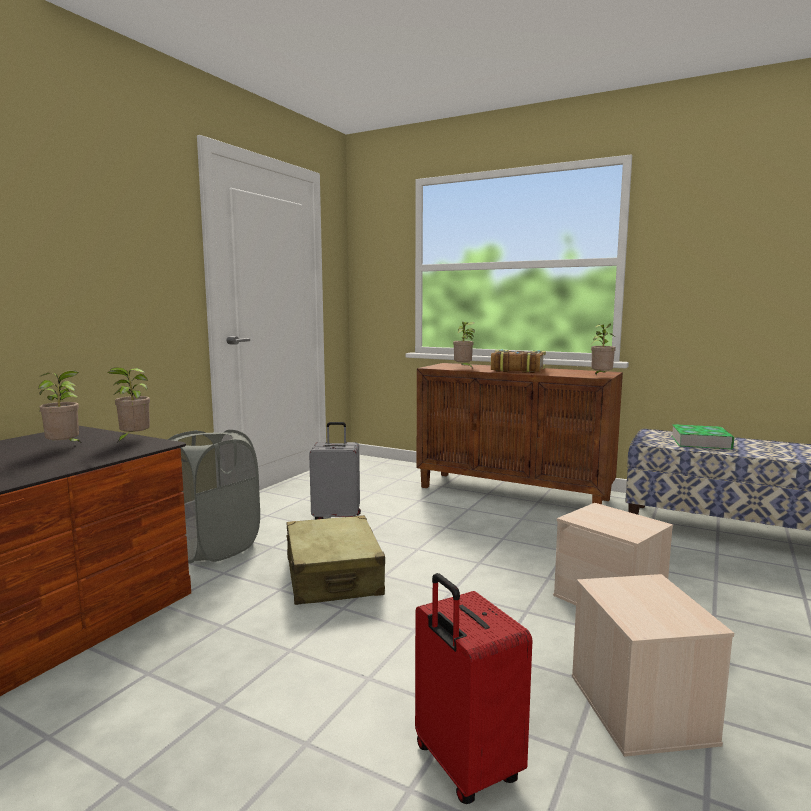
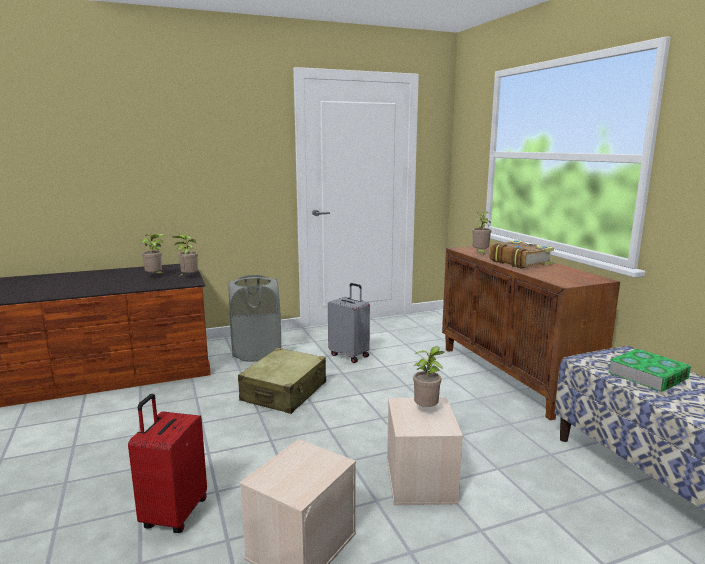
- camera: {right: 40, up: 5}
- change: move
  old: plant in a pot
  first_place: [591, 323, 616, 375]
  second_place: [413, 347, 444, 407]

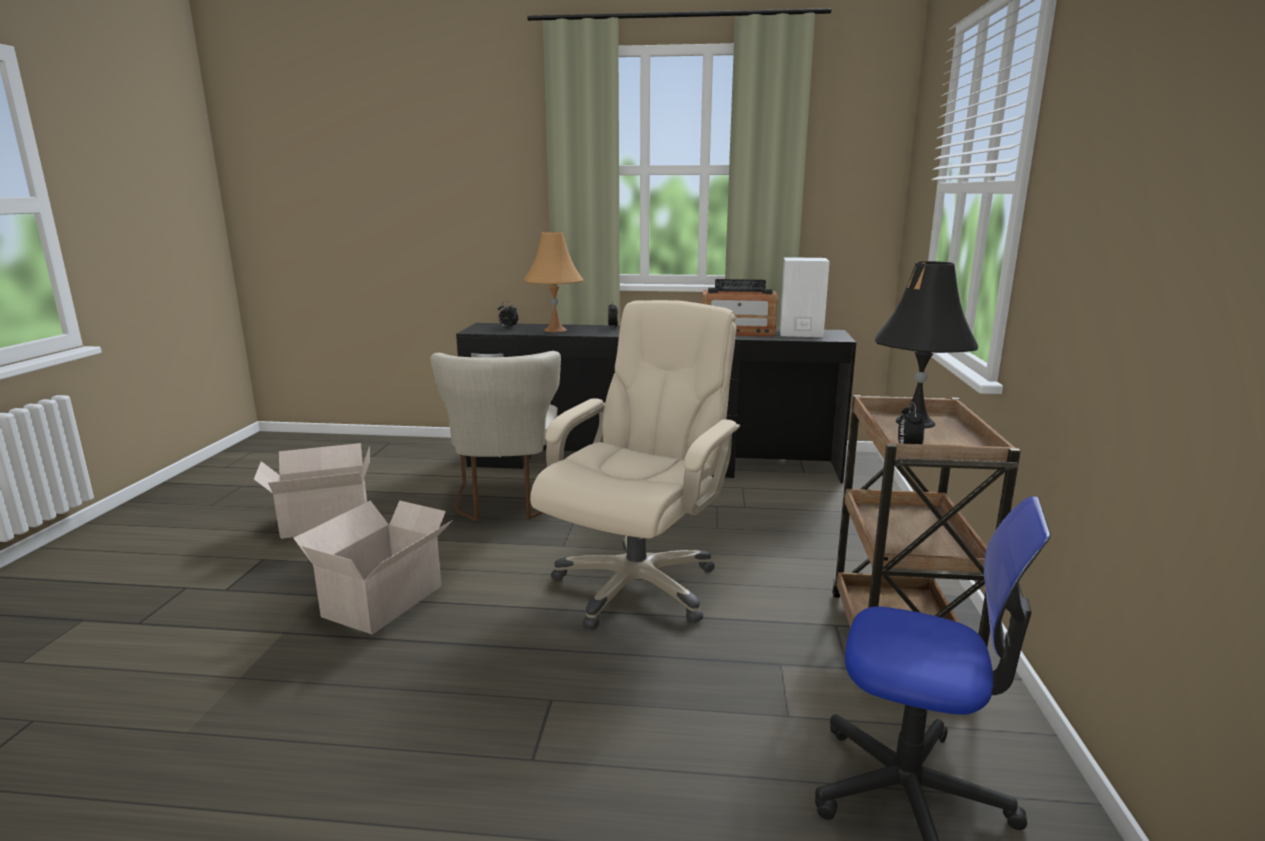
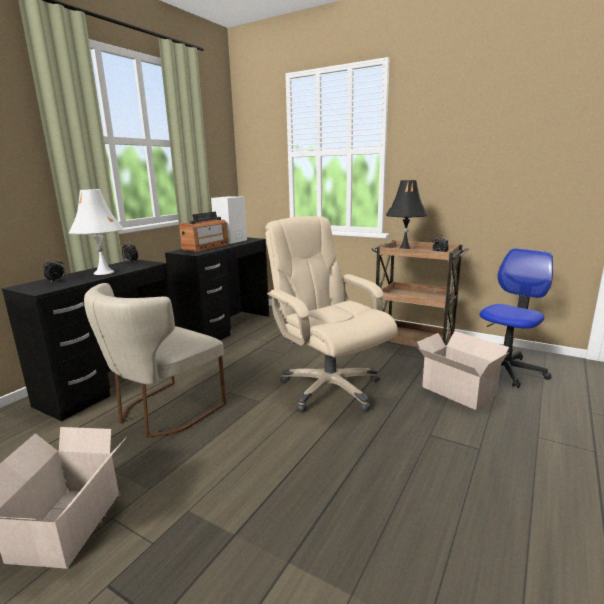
- camera: {right: -65, up: 0}
- change: move
  old: cardboard box
  first_place: [293, 500, 453, 635]
  second_place: [417, 331, 509, 410]
- change: rotate
  old: upright chair/sand-coloured
  first_place: [430, 351, 561, 522]
  second_place: [84, 283, 226, 438]
  degrees: 105
- change: recolor
  old: table lamp/orange
  new: table lamp/whitish
  first_place: [524, 232, 584, 332]
  second_place: [69, 189, 123, 275]

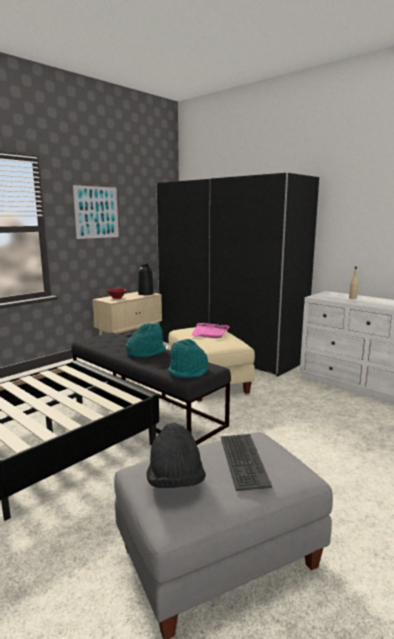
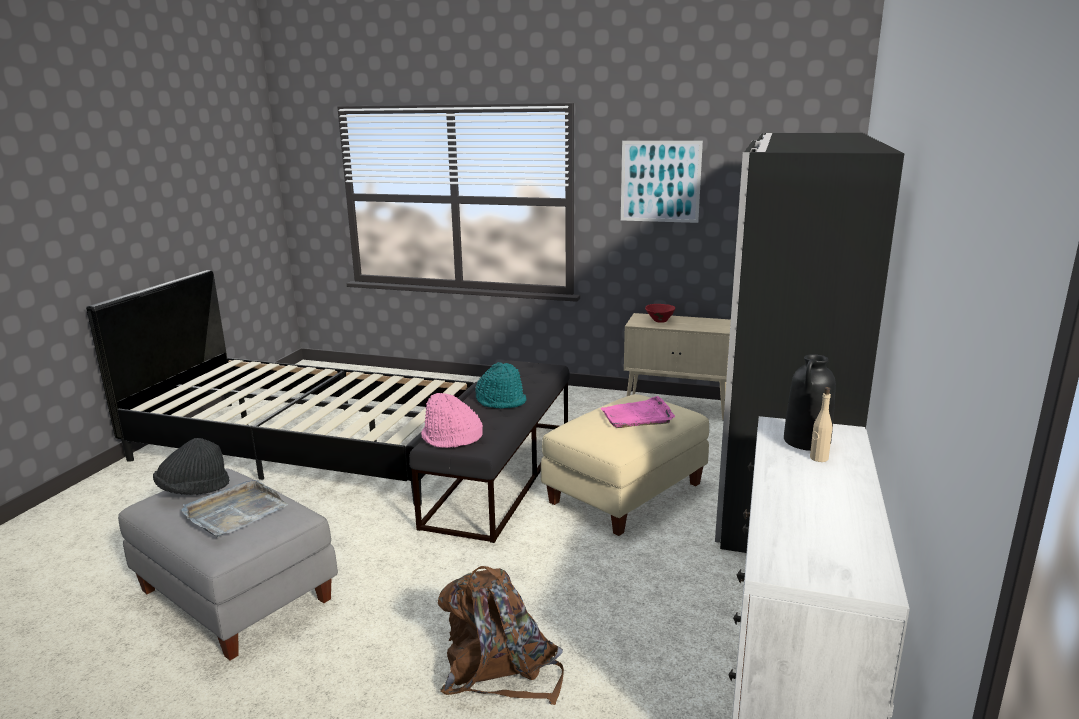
- camera: {right: 65, up: 5}
- change: move
  old: flower vase/black
  first_place: [138, 263, 153, 295]
  second_place: [784, 354, 836, 451]
- change: recolor
  old: hat/blue-green
  new: hat/pink
  first_place: [168, 339, 209, 378]
  second_place: [421, 393, 483, 448]
- change: replace
  old: computer keyboard
  new: carrying tray/greyish
  first_place: [221, 434, 272, 491]
  second_place: [181, 480, 288, 537]
- change: insert
  new: rucksack/brownish
  second_place: [438, 566, 564, 705]

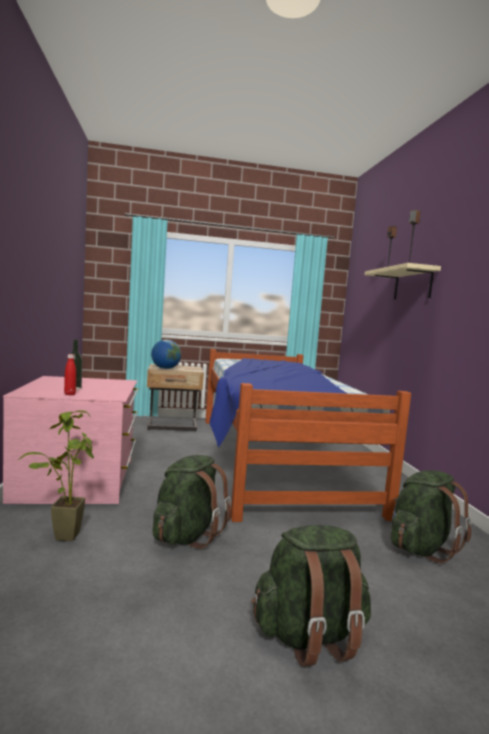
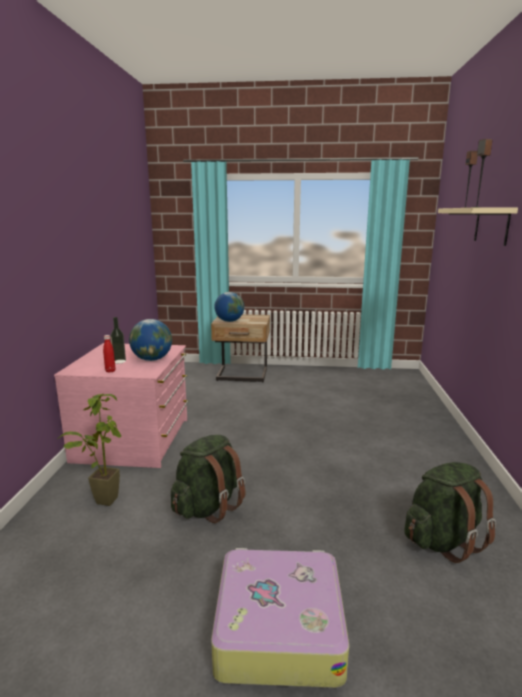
- camera: {right: 15, up: 10}
- change: delete
  old: sleeping bed
  first_place: [205, 349, 411, 522]
- change: replace
  old: rucksack/greenish
  new: travel case
  first_place: [251, 525, 371, 666]
  second_place: [211, 548, 349, 688]
- change: insert
  new: globe
  second_place: [129, 319, 172, 361]

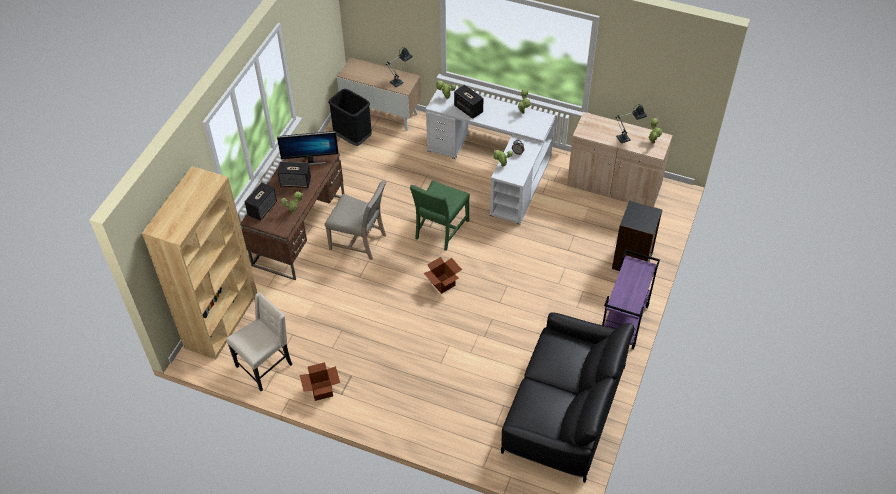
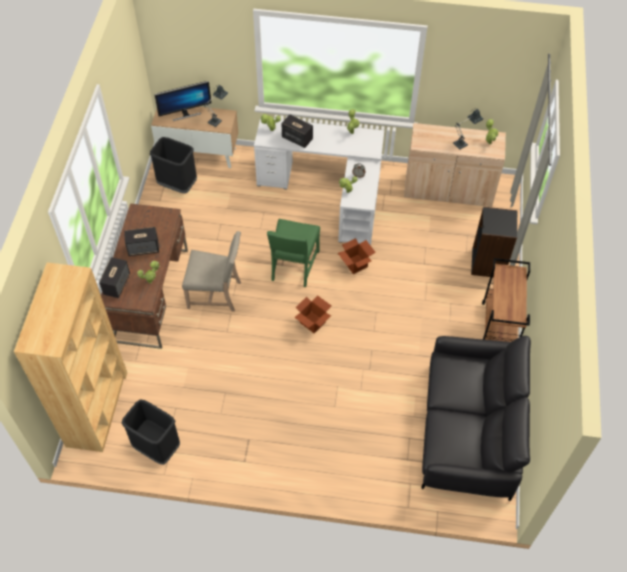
- camera: {right: -15, up: 5}
- change: replace
  old: upright chair/sand-coloured
  new: waste bin/black
  first_place: [226, 292, 292, 391]
  second_place: [122, 400, 180, 465]
- change: move
  old: computer display
  first_place: [277, 131, 339, 165]
  second_place: [154, 81, 211, 121]
- change: move
  old: cardboard box
  first_place: [300, 362, 340, 401]
  second_place: [338, 238, 376, 274]
- change: recolor
  old: trolley/purplish
  new: trolley/brownish
  first_place: [602, 249, 660, 349]
  second_place: [482, 258, 530, 342]

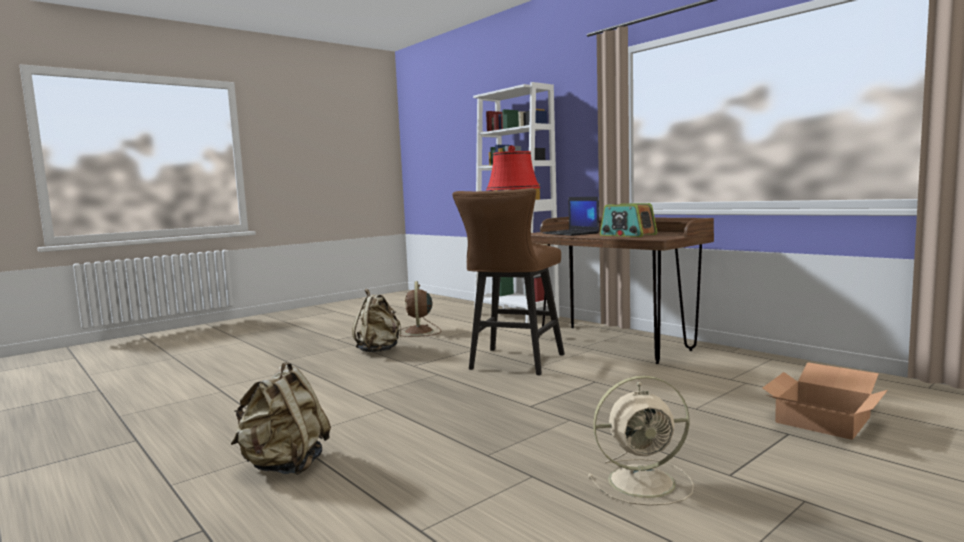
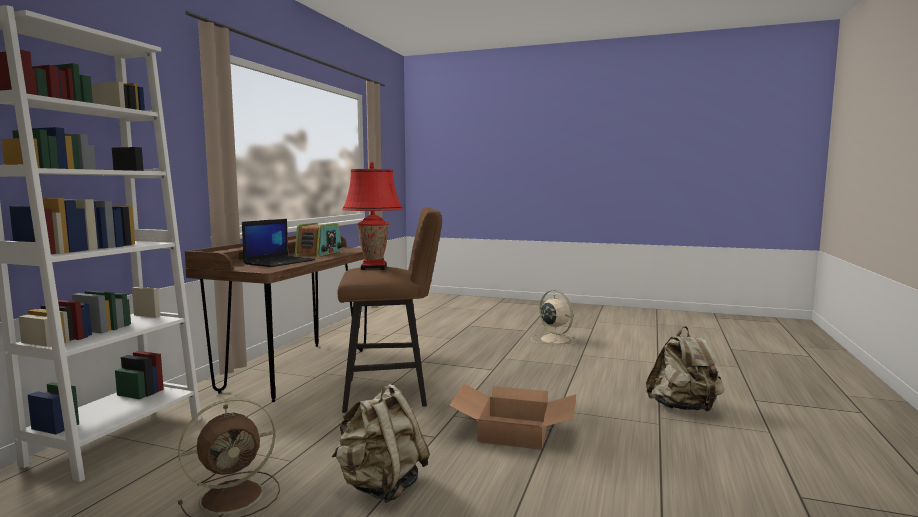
- camera: {right: -120, up: 0}
- change: move
  old: cardboard box
  first_place: [763, 362, 888, 440]
  second_place: [449, 384, 576, 450]

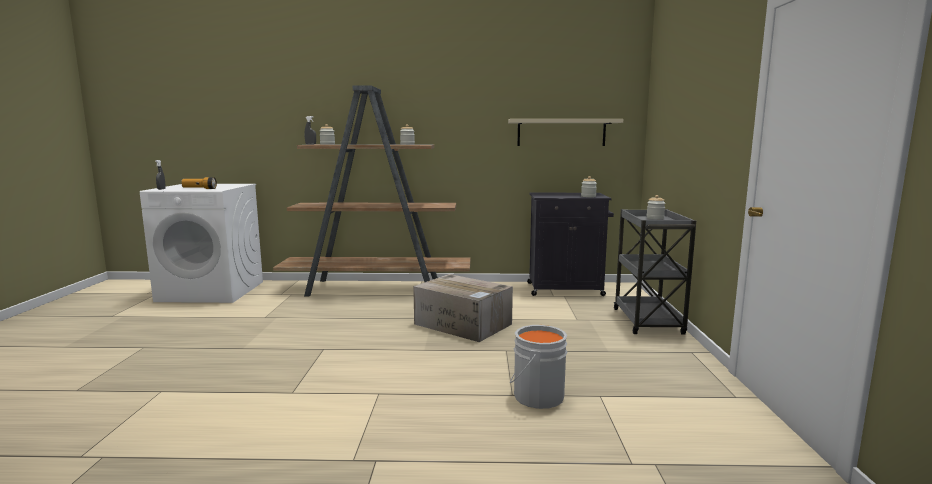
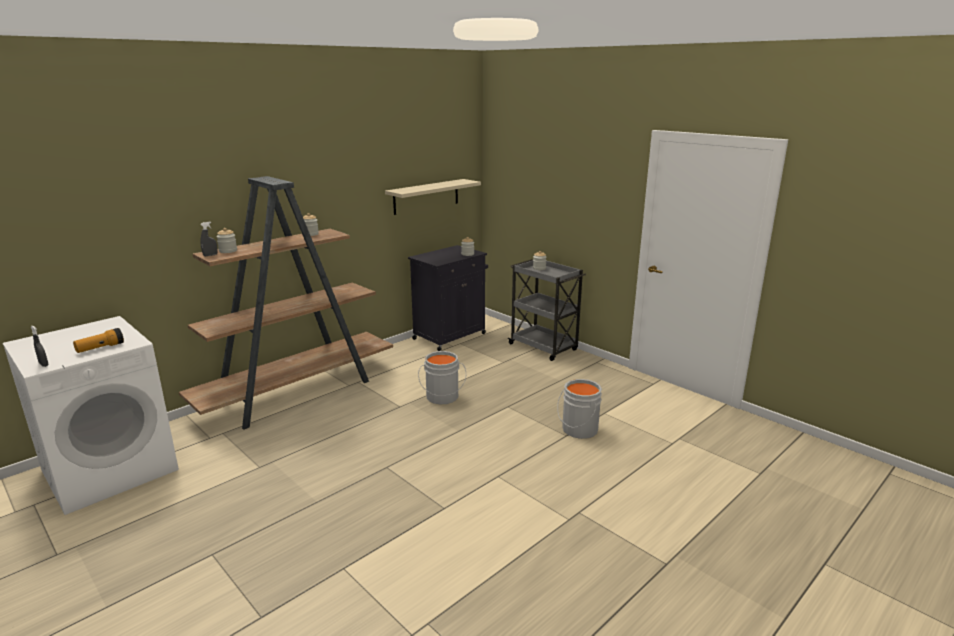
- camera: {right: -45, up: 10}
- change: replace
  old: cardboard box
  new: water bucket/greyish
  first_place: [413, 274, 513, 342]
  second_place: [418, 351, 466, 405]

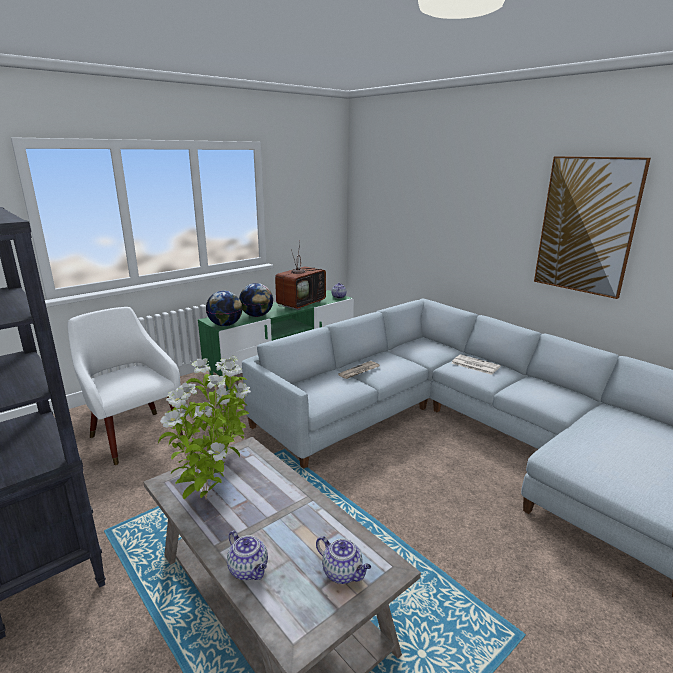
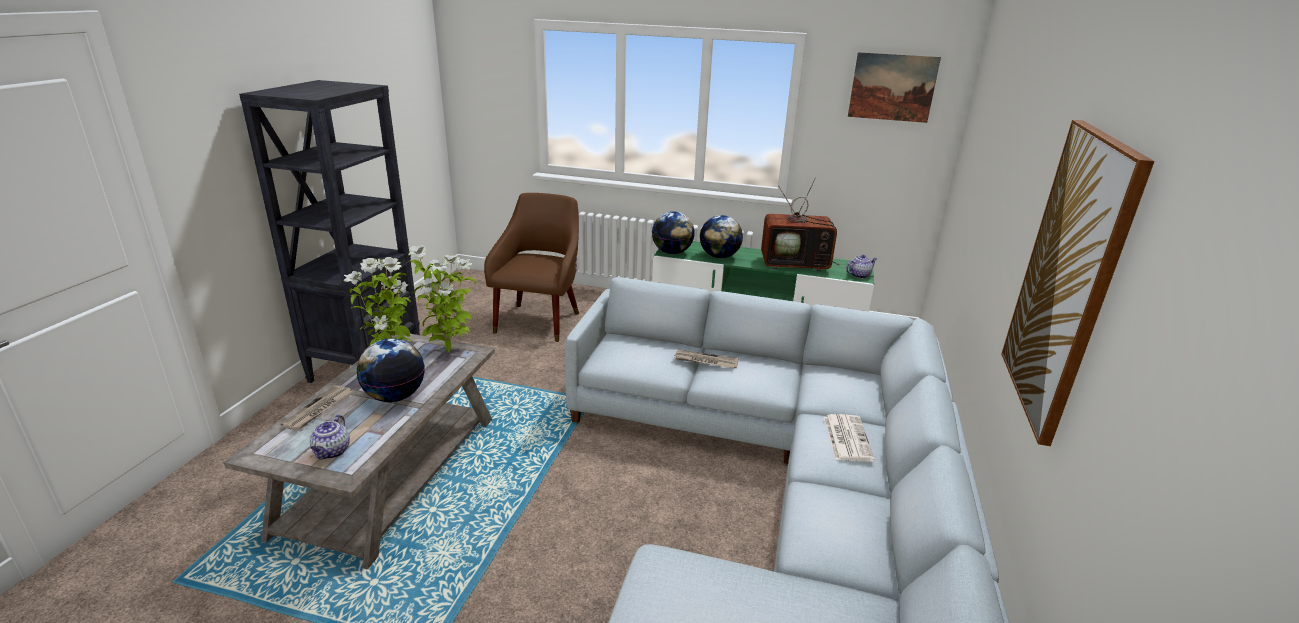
- camera: {right: 55, up: 5}
- change: recolor
  old: easy chair/whitish
  new: easy chair/brownish
  first_place: [68, 307, 183, 465]
  second_place: [484, 193, 579, 342]
- change: replace
  old: teapot
  new: daily paper
  first_place: [227, 530, 268, 580]
  second_place: [281, 385, 353, 431]
- change: insert
  new: globe
  second_place: [357, 338, 425, 402]
- change: insert
  new: picture
  second_place: [848, 52, 941, 123]

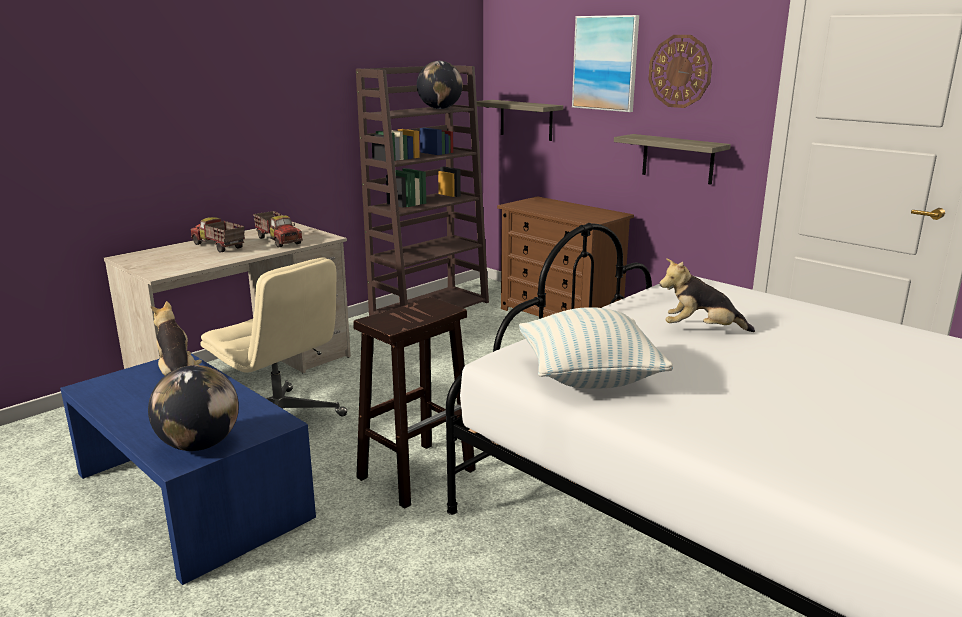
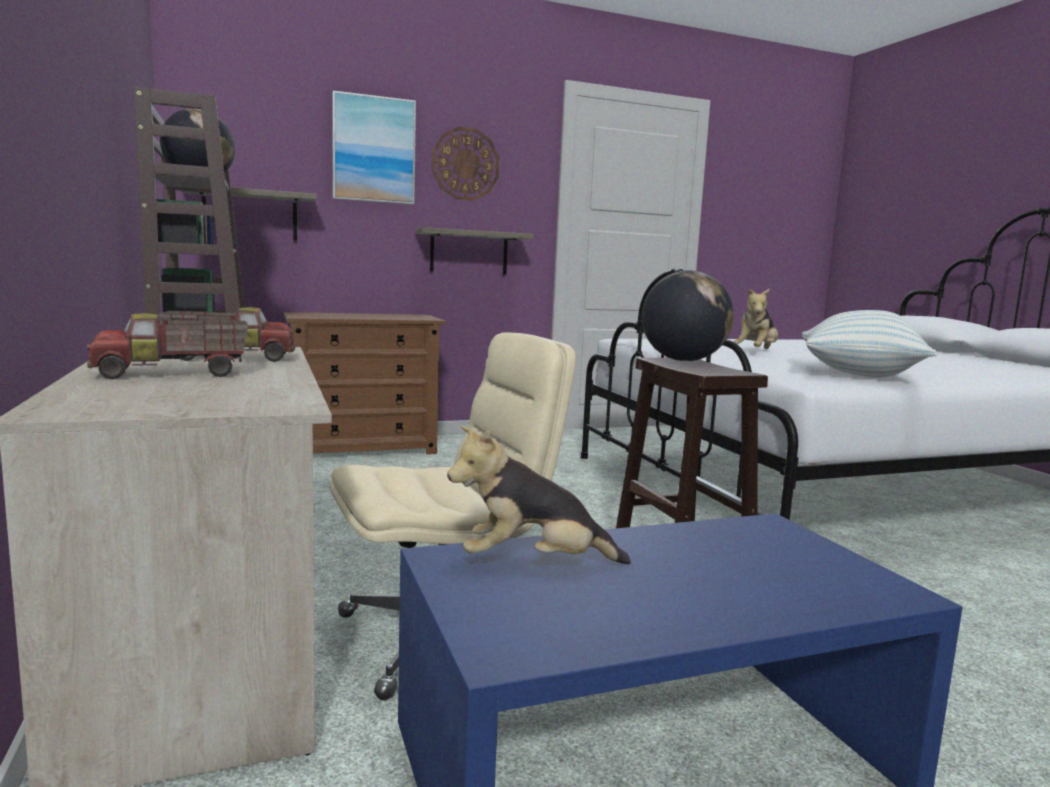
- camera: {right: -65, up: -10}
- change: move
  old: globe
  first_place: [148, 365, 239, 451]
  second_place: [642, 270, 734, 361]

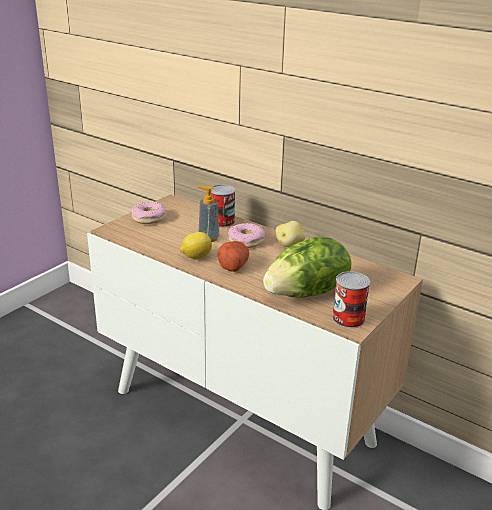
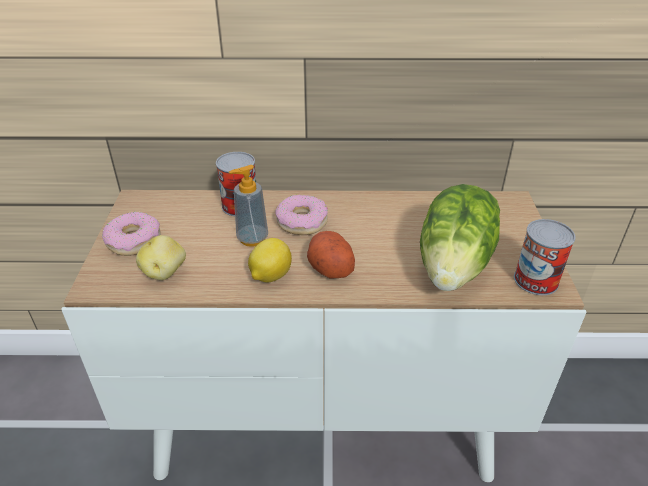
- camera: {right: -35, up: 10}
- change: move
  old: whole potato
  first_place: [276, 221, 306, 247]
  second_place: [136, 235, 186, 280]

